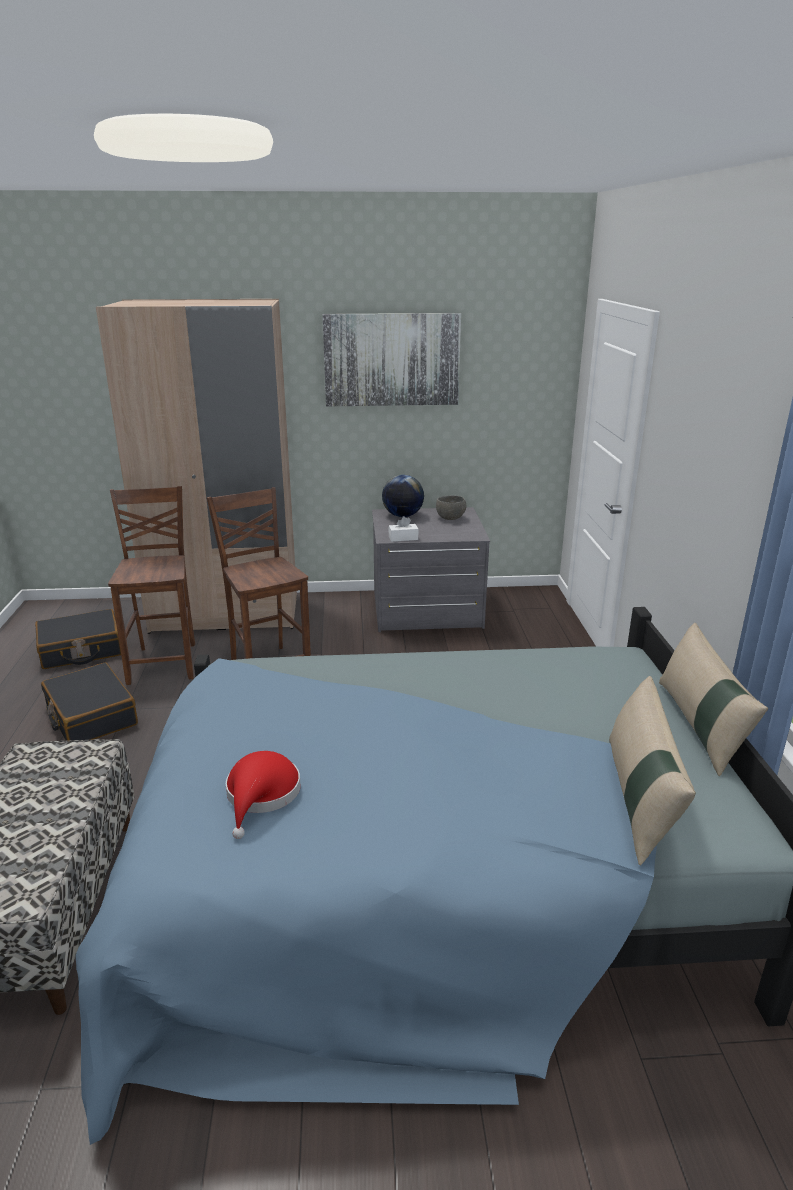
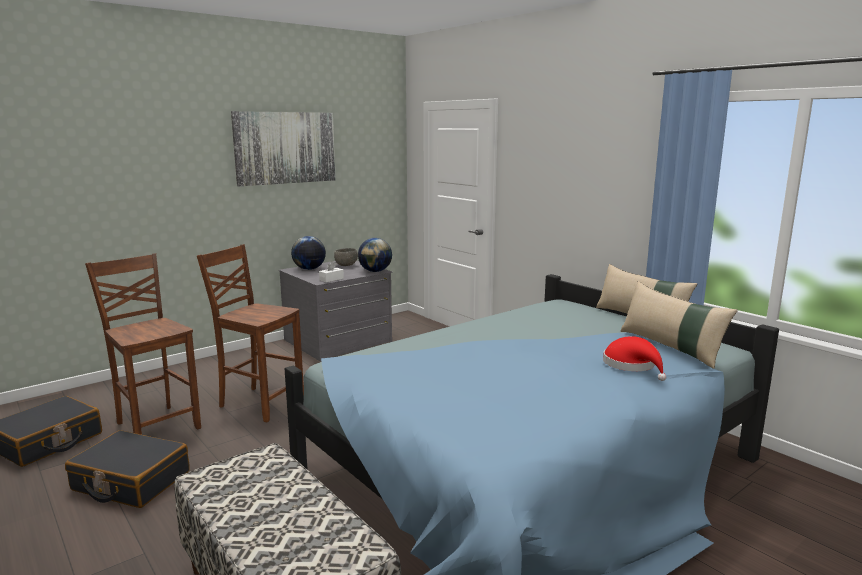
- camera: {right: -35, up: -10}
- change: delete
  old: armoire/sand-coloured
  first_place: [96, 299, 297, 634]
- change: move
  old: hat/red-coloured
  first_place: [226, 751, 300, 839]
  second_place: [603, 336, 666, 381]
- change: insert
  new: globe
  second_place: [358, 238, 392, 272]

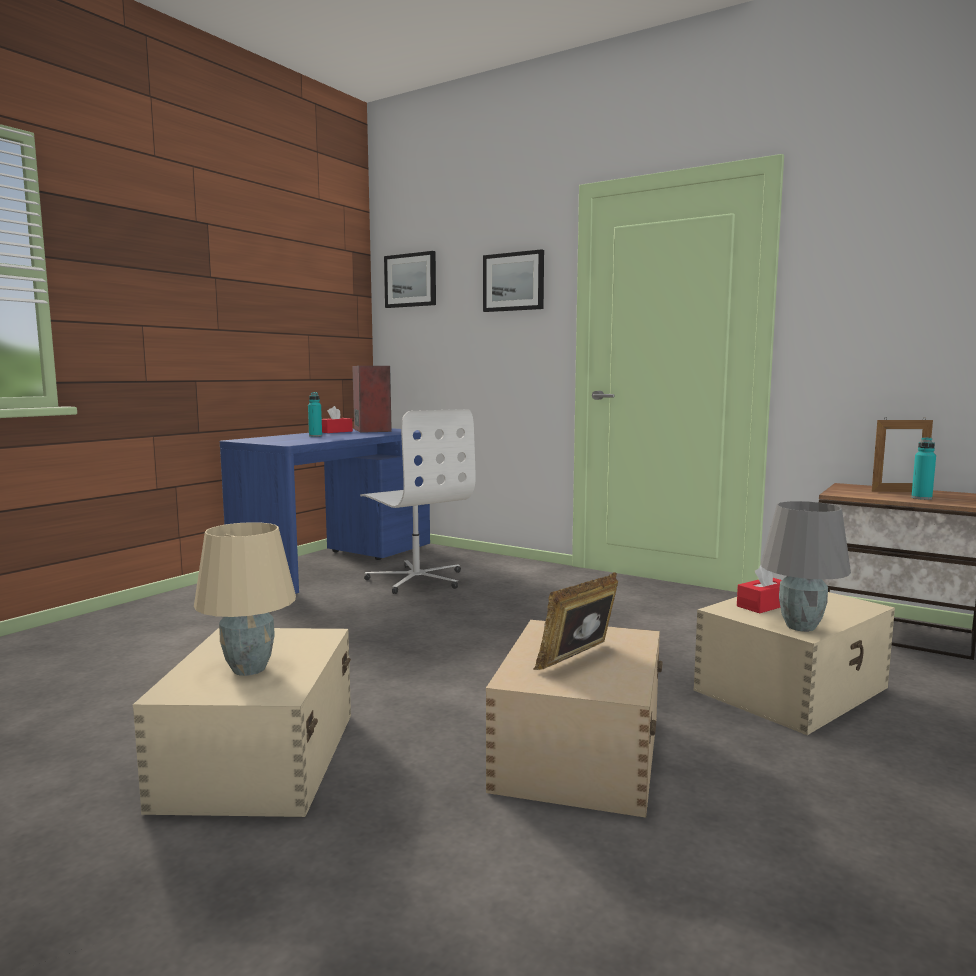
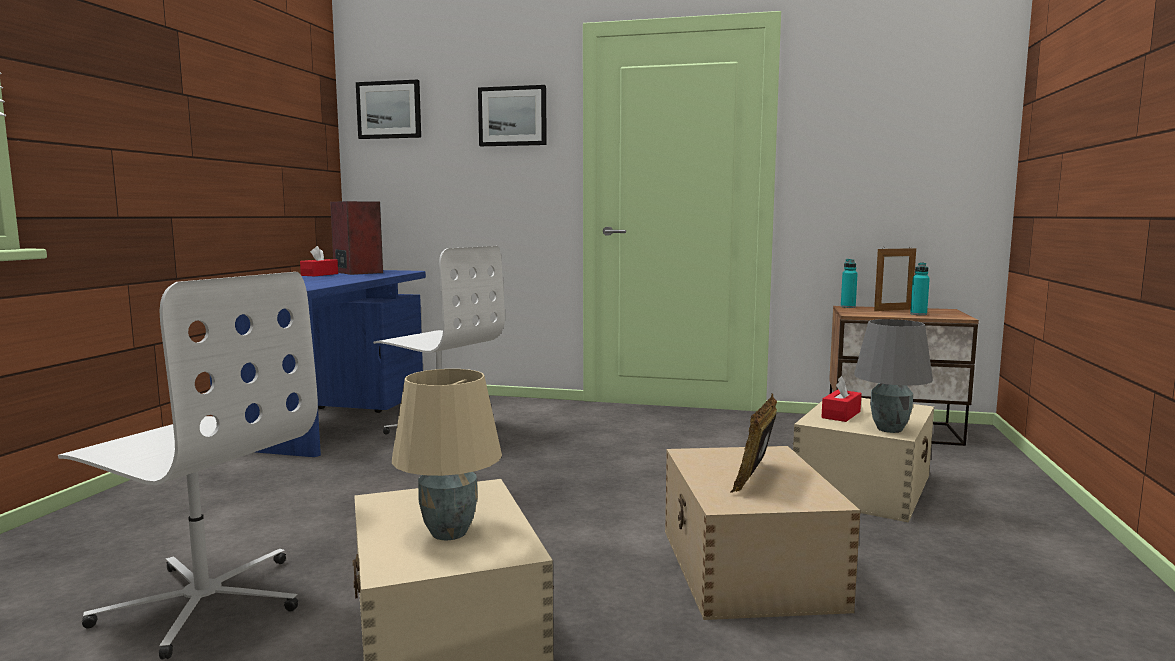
- camera: {right: -20, up: 0}
- change: move
  old: beverage bottle/blue-green
  first_place: [308, 392, 322, 437]
  second_place: [841, 259, 858, 308]
- change: insert
  new: computer chair/whitish
  second_place: [58, 272, 318, 660]

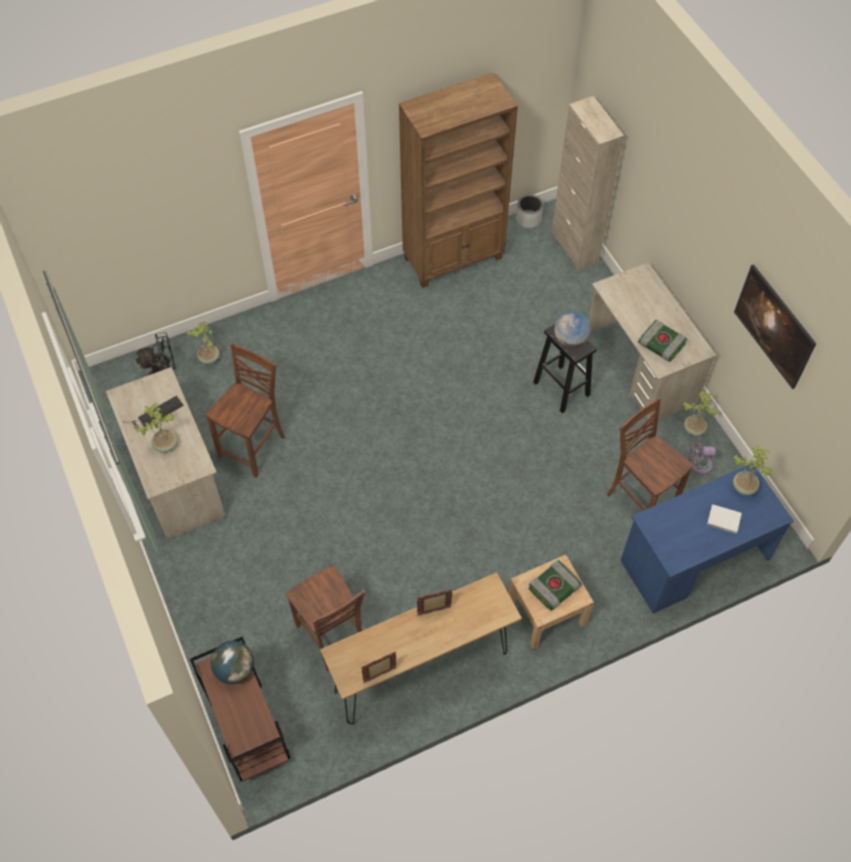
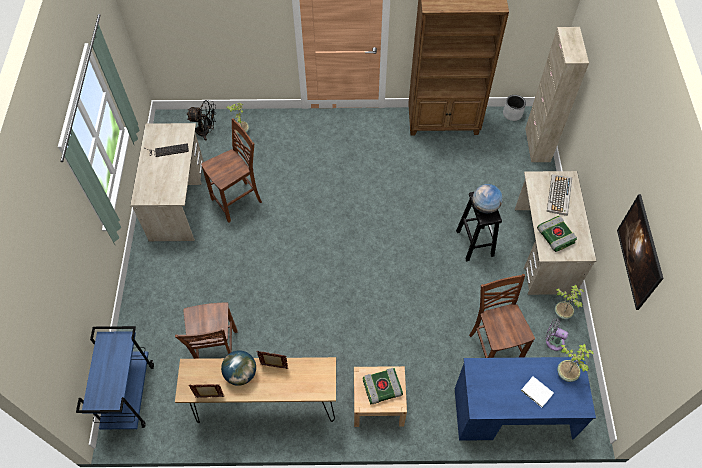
- camera: {right: 25, up: 0}
- change: delete
  old: plant in a pot
  first_place: [137, 403, 177, 453]
- change: recolor
  old: trolley/brownish
  new: trolley/bluish
  first_place: [190, 637, 291, 782]
  second_place: [76, 326, 154, 429]
- change: move
  old: globe
  first_place: [211, 641, 254, 684]
  second_place: [221, 350, 256, 386]
- change: insert
  new: computer keyboard
  second_place: [547, 174, 572, 216]

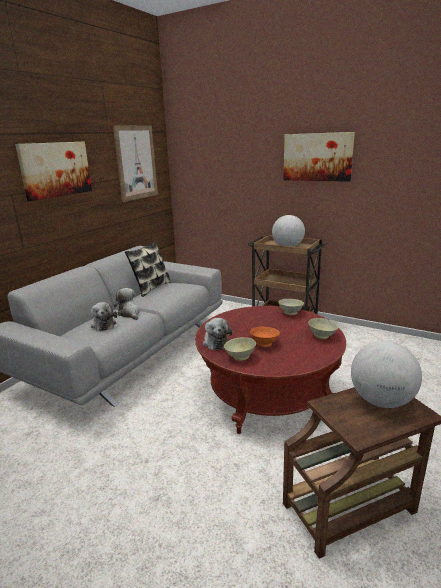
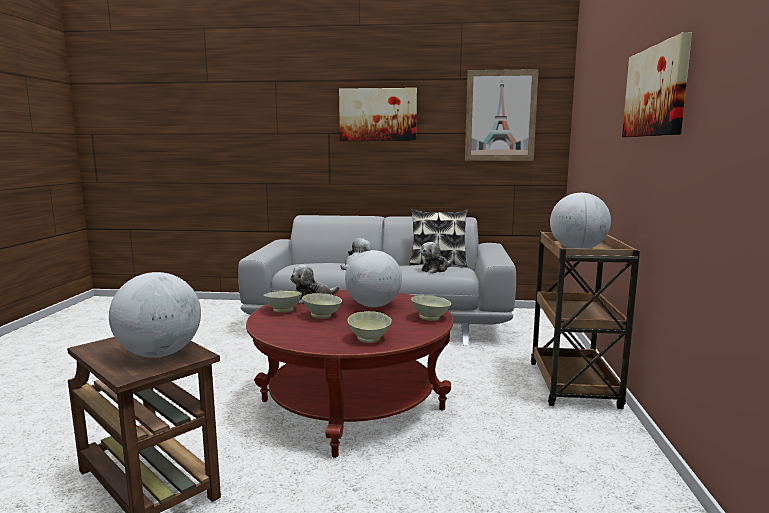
- camera: {right: 65, up: -10}
- change: move
  old: cuddly toy
  first_place: [91, 302, 117, 331]
  second_place: [420, 242, 453, 273]
- change: recolor
  old: bowl/orange
  new: bowl/sand-coloured
  first_place: [250, 327, 280, 347]
  second_place: [302, 293, 342, 319]
- change: insert
  new: globe
  second_place: [345, 250, 402, 307]

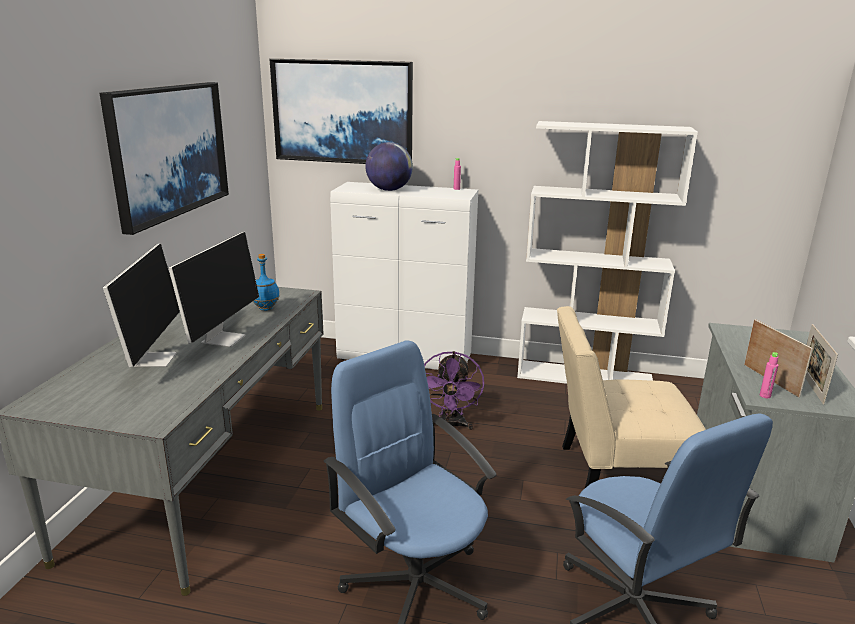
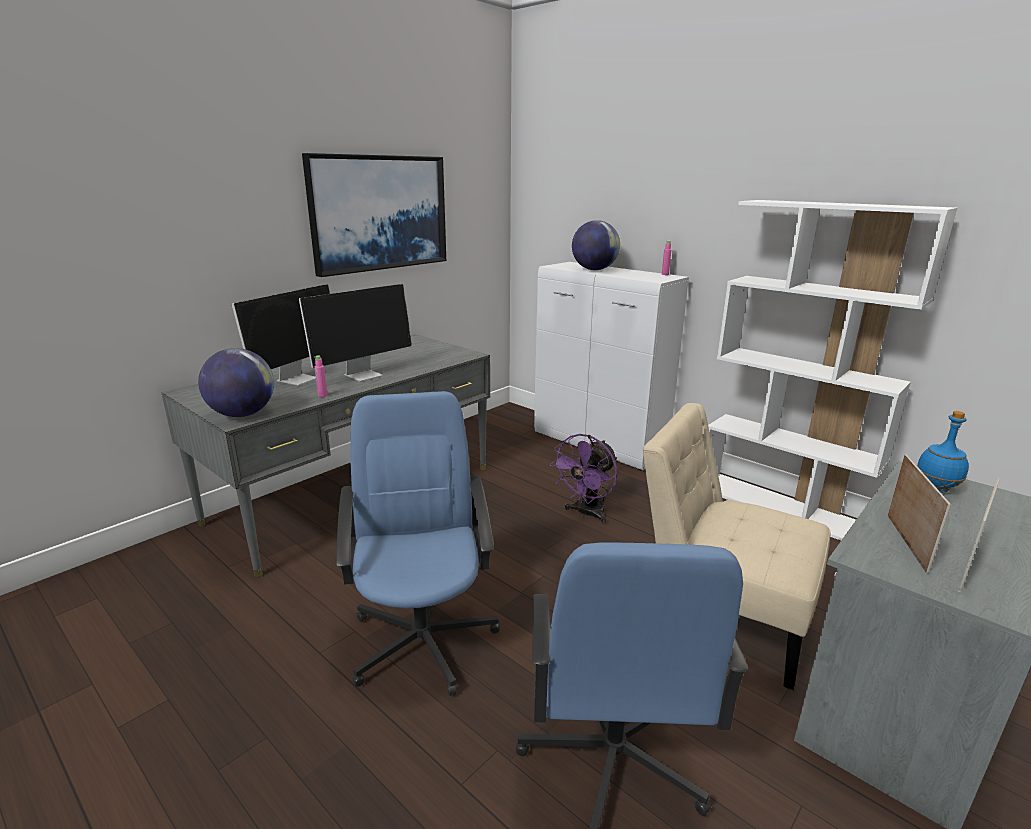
- camera: {right: 30, up: 0}
- change: move
  old: beverage bottle/bluish
  first_place: [253, 254, 280, 311]
  second_place: [917, 411, 969, 493]
- change: delete
  old: picture
  first_place: [270, 59, 413, 164]
- change: move
  old: beverage bottle/pink
  first_place: [760, 352, 779, 398]
  second_place: [314, 355, 327, 397]
- change: insert
  new: globe
  second_place: [198, 348, 274, 417]

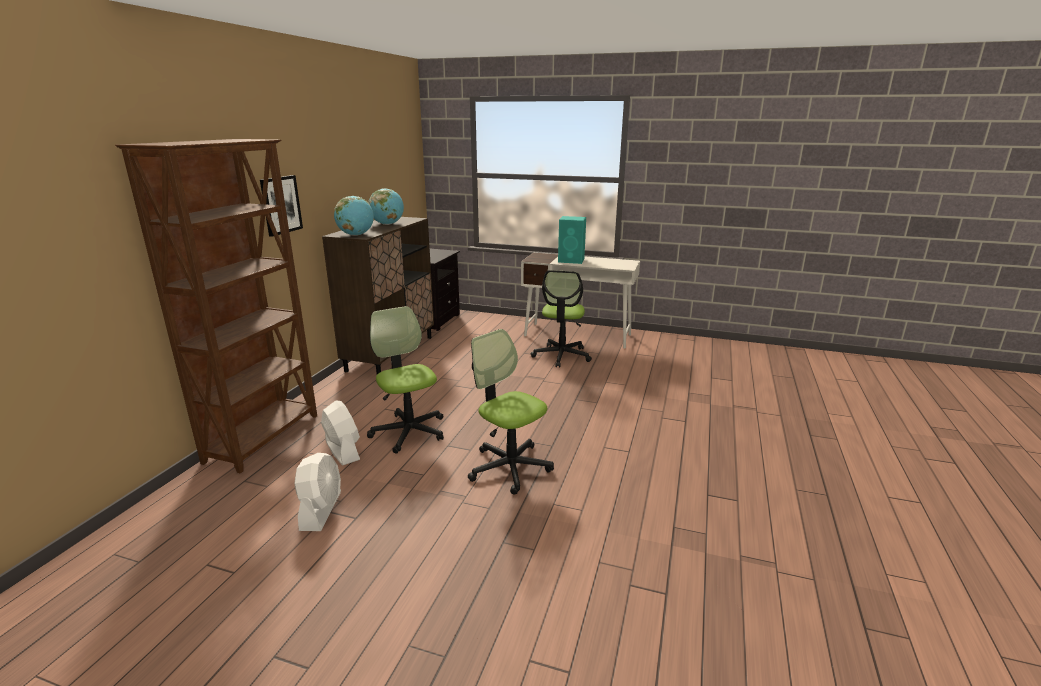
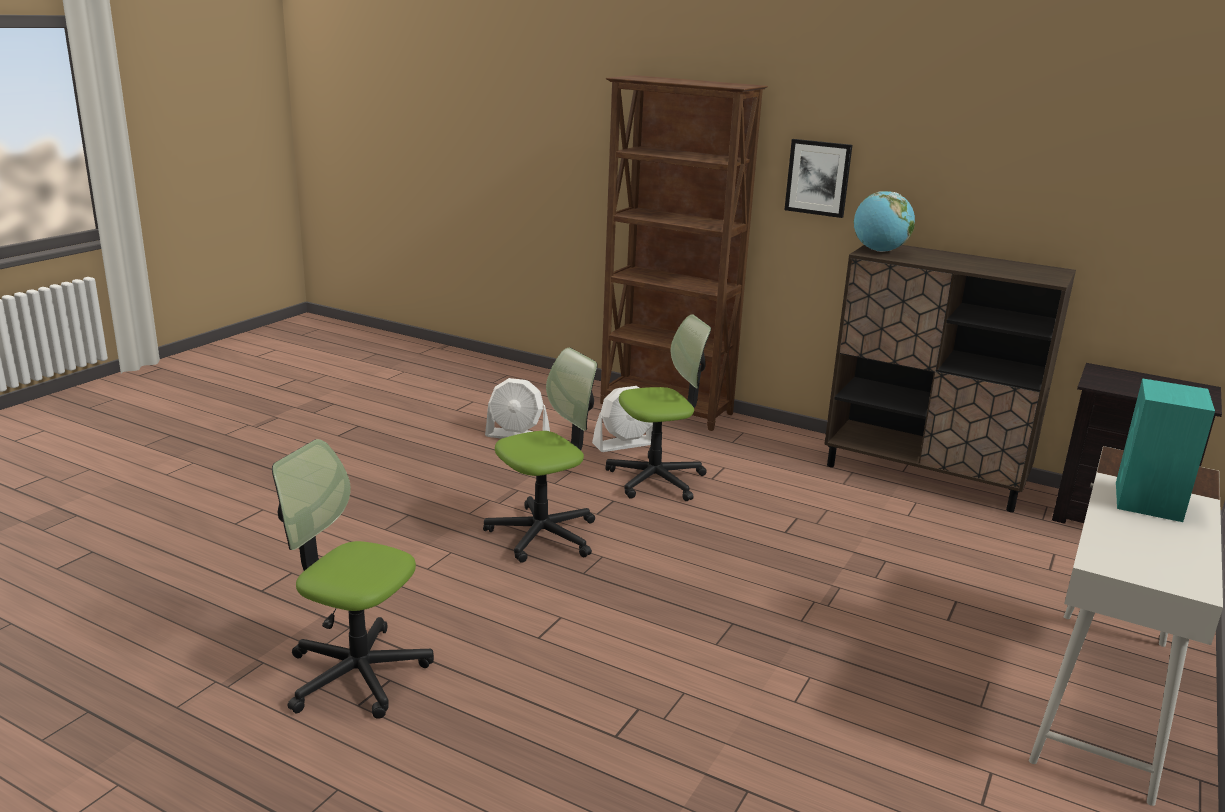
- camera: {right: 100, up: 0}
- change: delete
  old: globe
  first_place: [368, 188, 404, 225]
- change: move
  old: computer chair
  first_place: [531, 270, 592, 368]
  second_place: [272, 439, 434, 719]

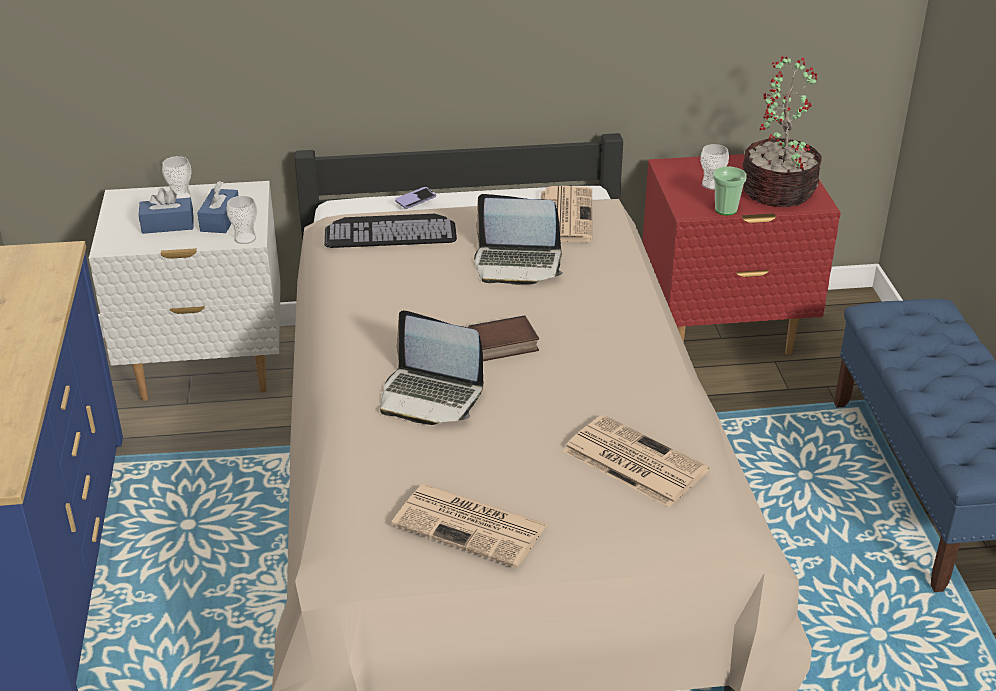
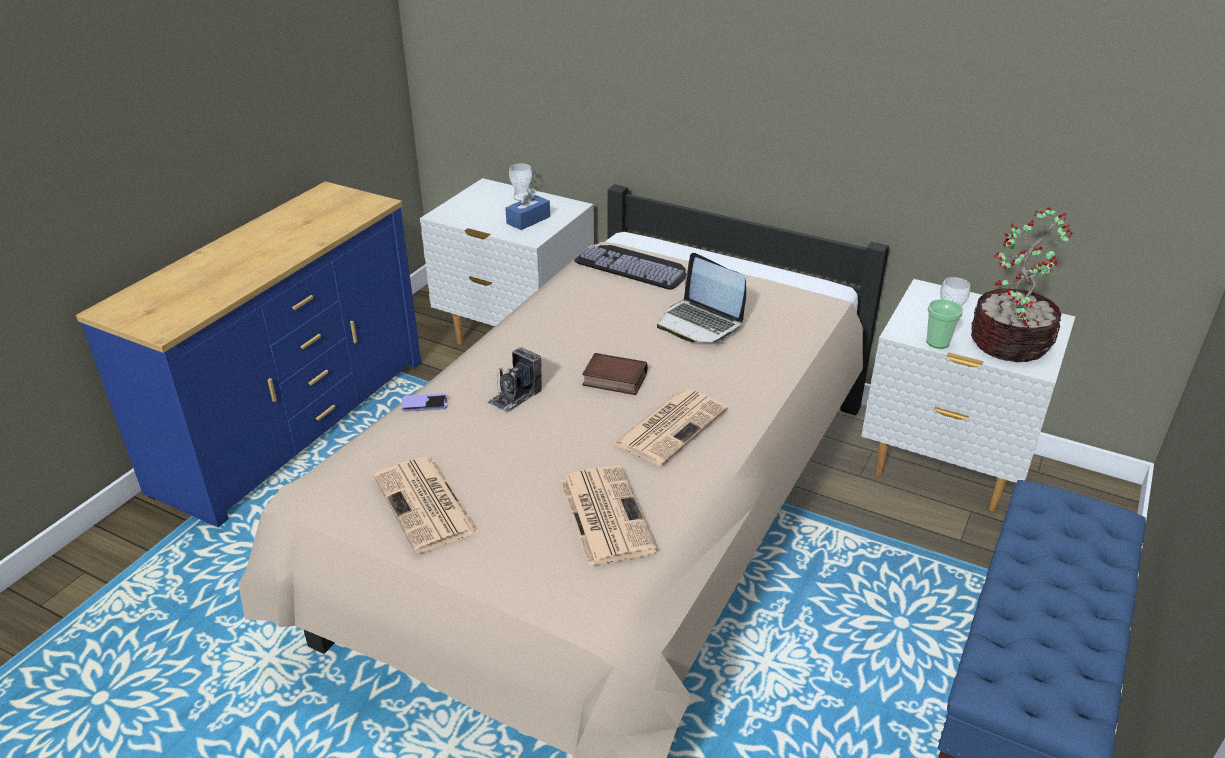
- camera: {right: 35, up: 0}
- change: delete
  old: tissue box/bluish
  first_place: [139, 188, 194, 234]
- change: delete
  old: drinking cup
  first_place: [226, 196, 257, 244]
- change: replace
  old: portable computer
  new: photo camera
  first_place: [380, 310, 483, 425]
  second_place: [487, 347, 542, 412]
- change: move
  old: telephone
  first_place: [395, 187, 436, 209]
  second_place: [402, 393, 448, 412]
- change: move
  old: daily paper
  first_place: [540, 186, 592, 243]
  second_place: [613, 388, 727, 466]
- change: recolor
  old: bedside table/red-coloured
  new: bedside table/whitish
  first_place: [642, 154, 841, 355]
  second_place: [861, 279, 1075, 512]

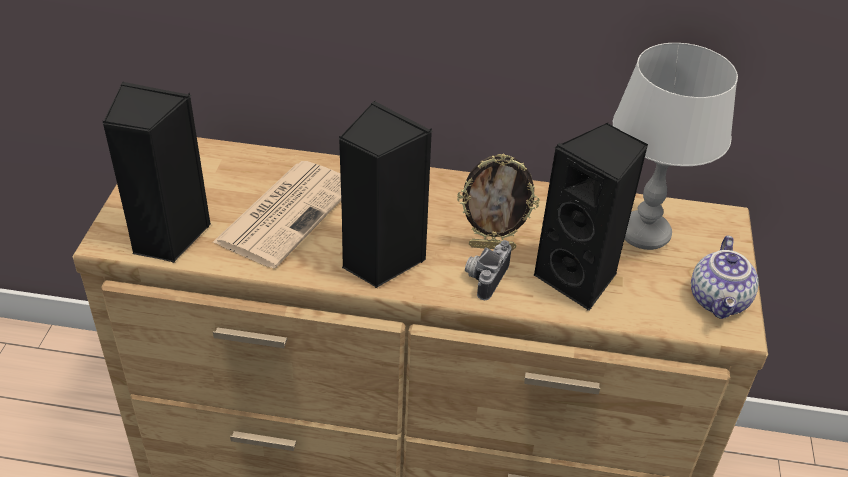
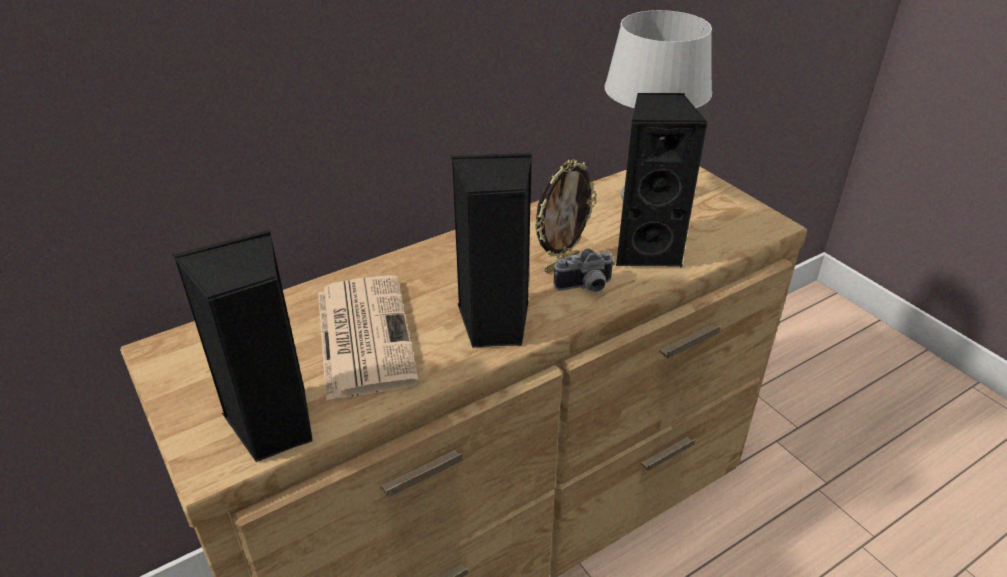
- camera: {right: -40, up: -5}
- change: rotate
  old: photo camera
  first_place: [465, 240, 512, 300]
  second_place: [554, 248, 615, 292]
  degrees: -90
- change: delete
  old: teapot
  first_place: [691, 236, 759, 319]

